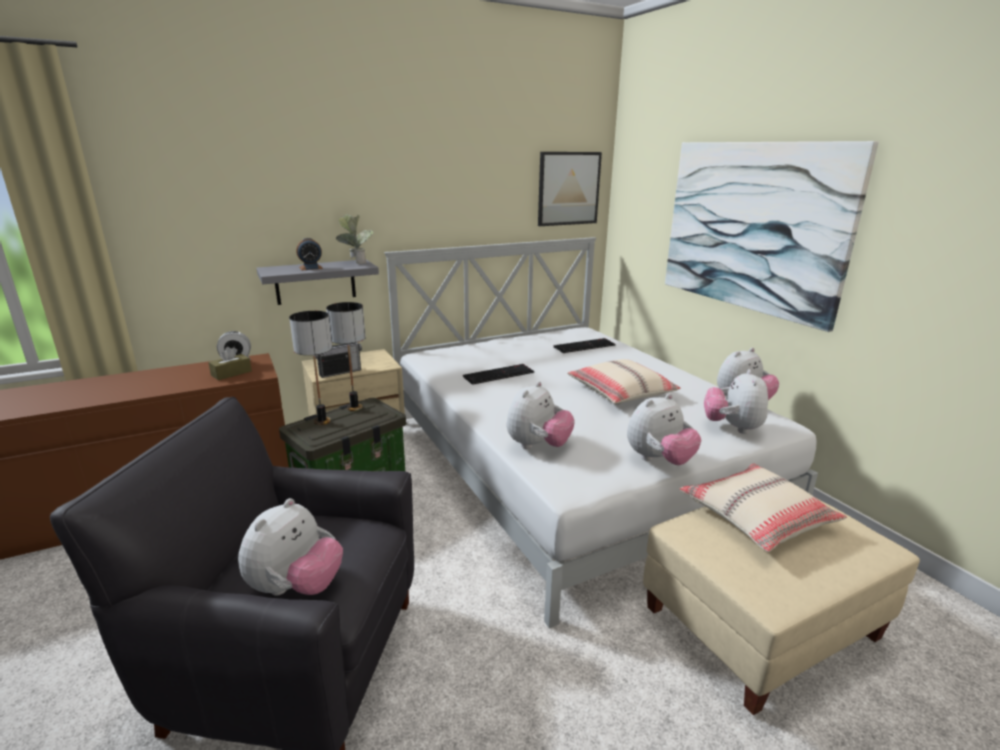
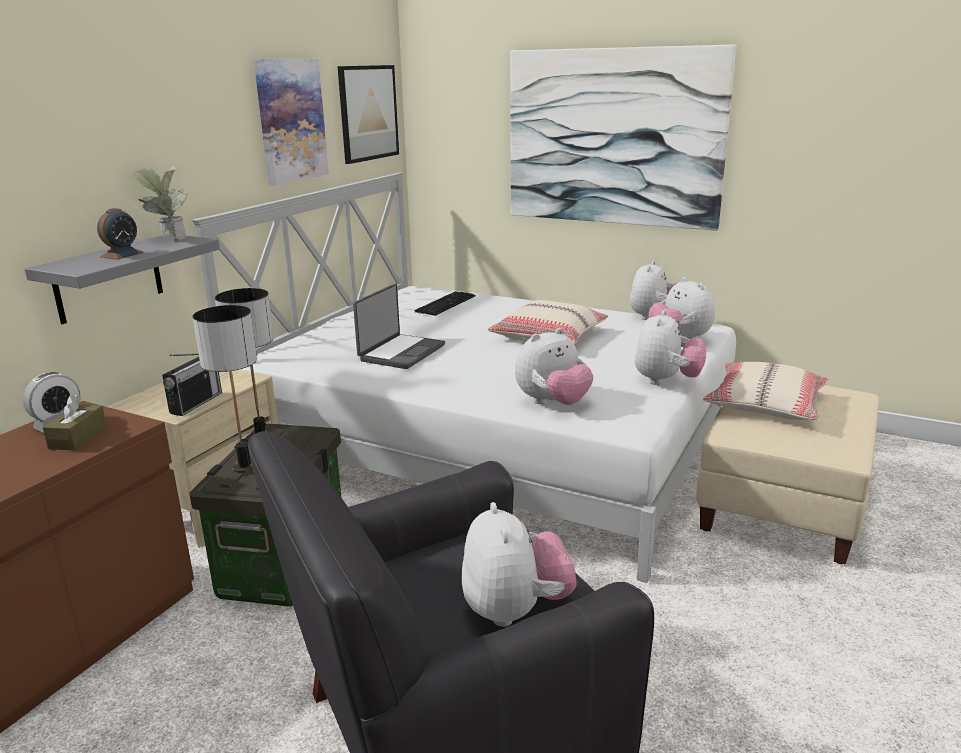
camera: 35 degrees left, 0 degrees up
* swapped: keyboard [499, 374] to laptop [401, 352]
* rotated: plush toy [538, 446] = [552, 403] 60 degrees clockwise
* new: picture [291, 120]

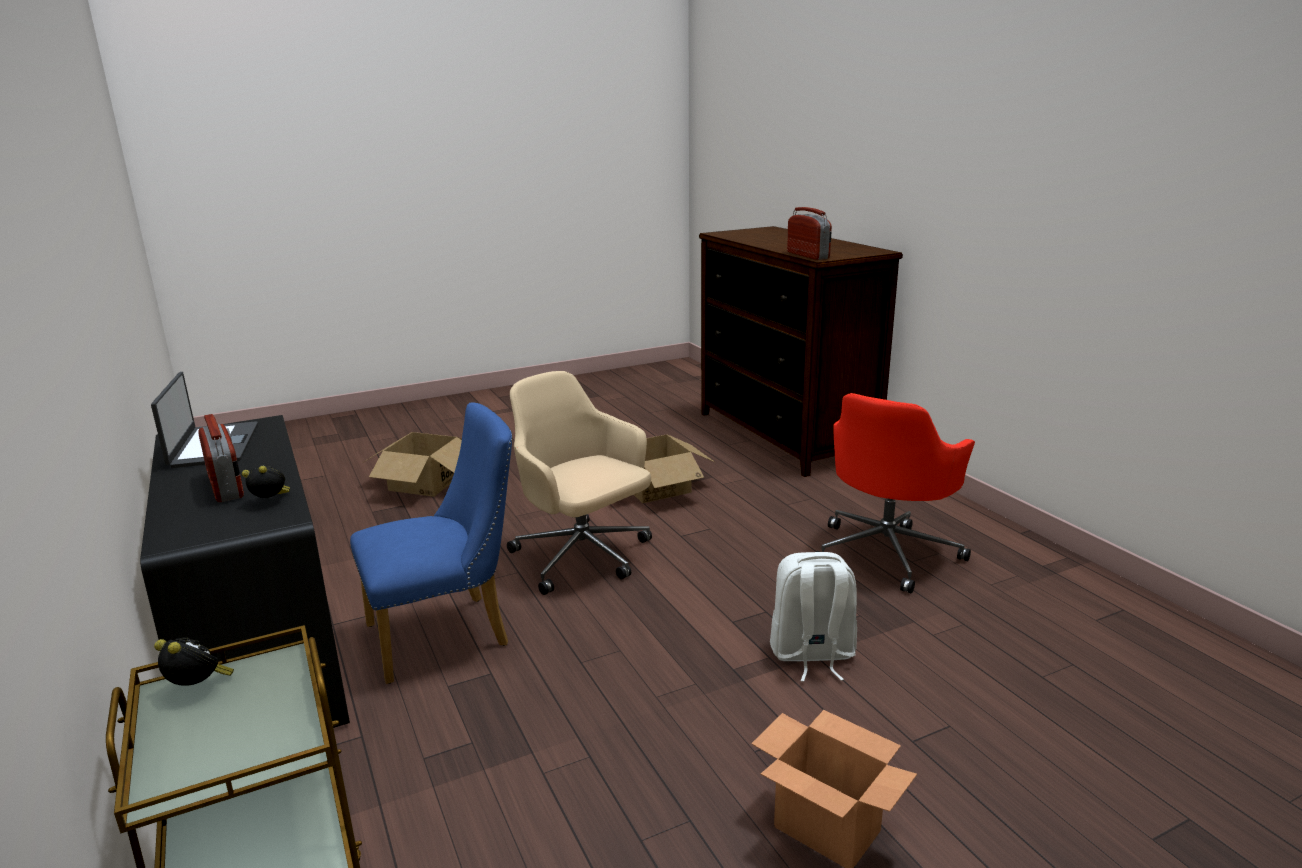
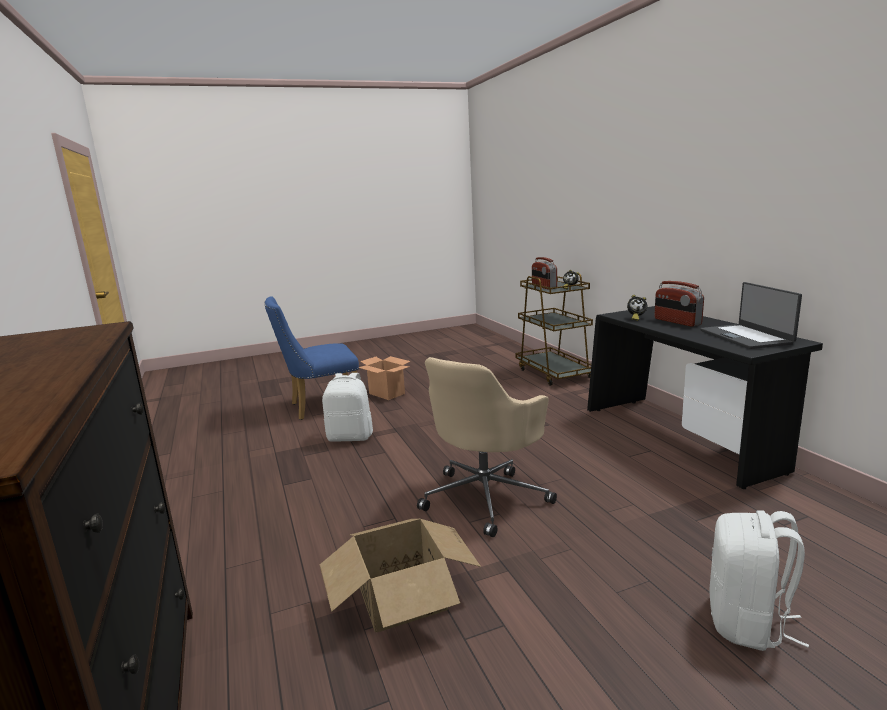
camera: 175 degrees left, 5 degrees down
* shifted: blue chair [448, 634] to [320, 407]
* swapped: cardboard box [425, 482] to white backpack [747, 623]
* rotated: beige office chair [583, 557] = [486, 497] 75 degrees clockwise
* shifted: radio [808, 255] to [543, 287]
* gone: red office chair [887, 552]

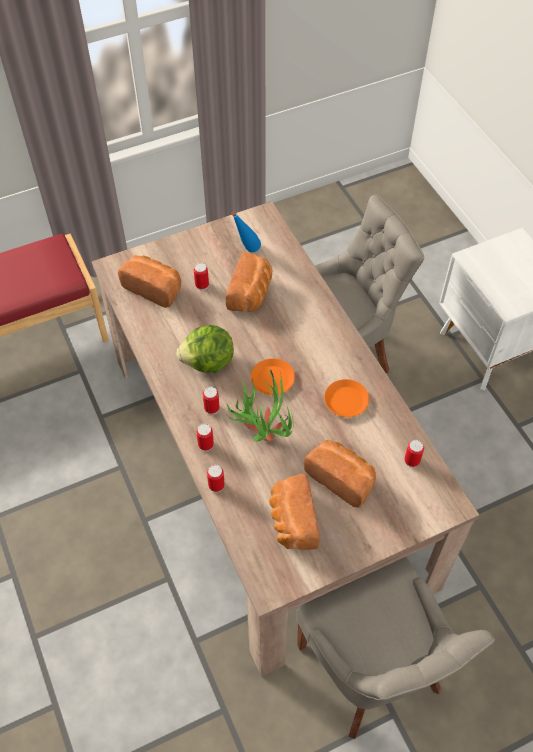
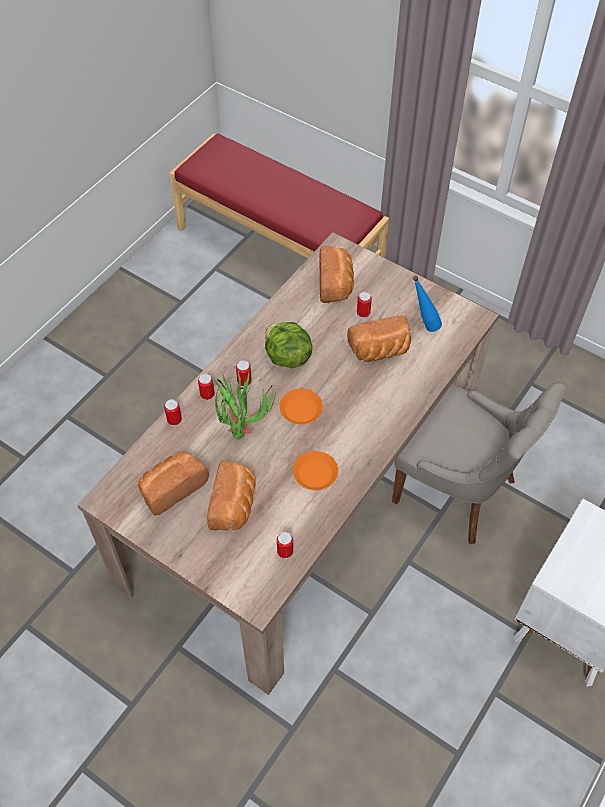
camera: 60 degrees right, 0 degrees up
* gone: grey chair [372, 670]

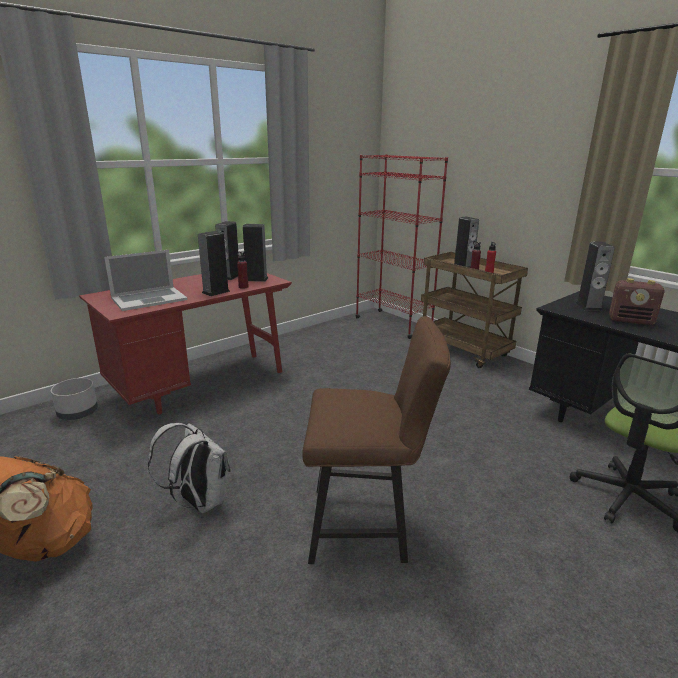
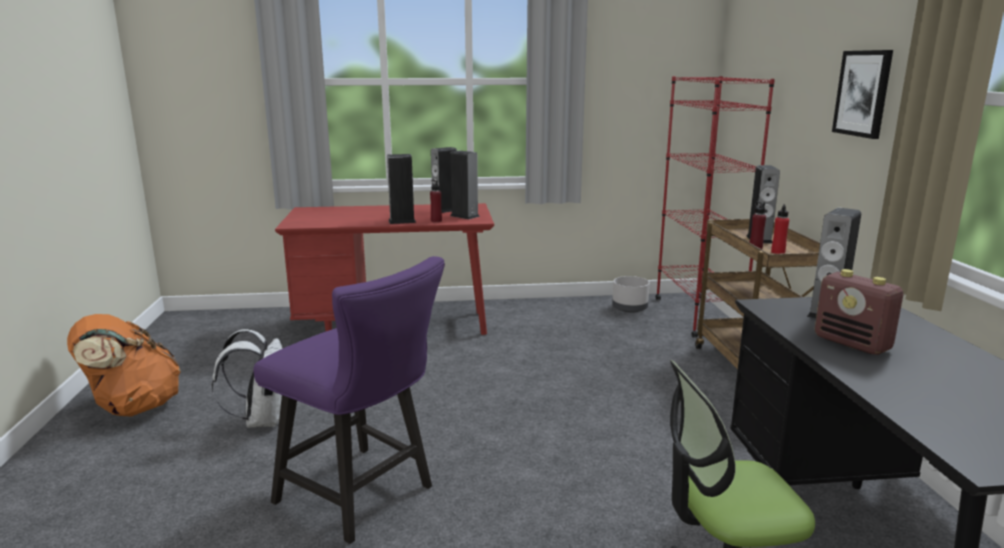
camera: 35 degrees right, 5 degrees down
* shifted: grey planter [78, 413] to [630, 308]
* gone: laptop [149, 299]
* repainted: brown chair [367, 525] to purple chair [363, 497]
* new: picture [863, 93]

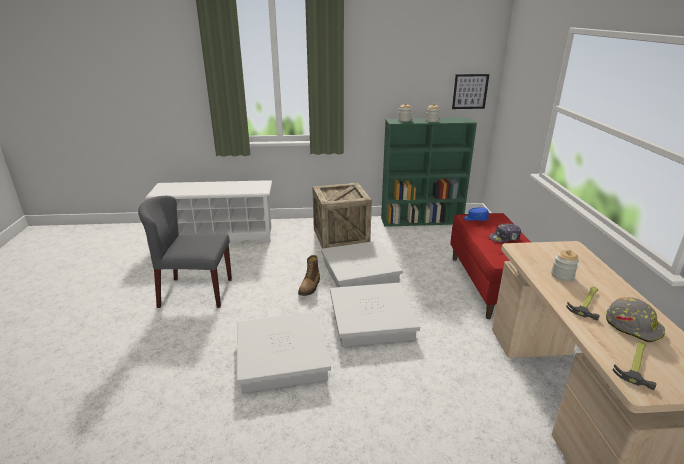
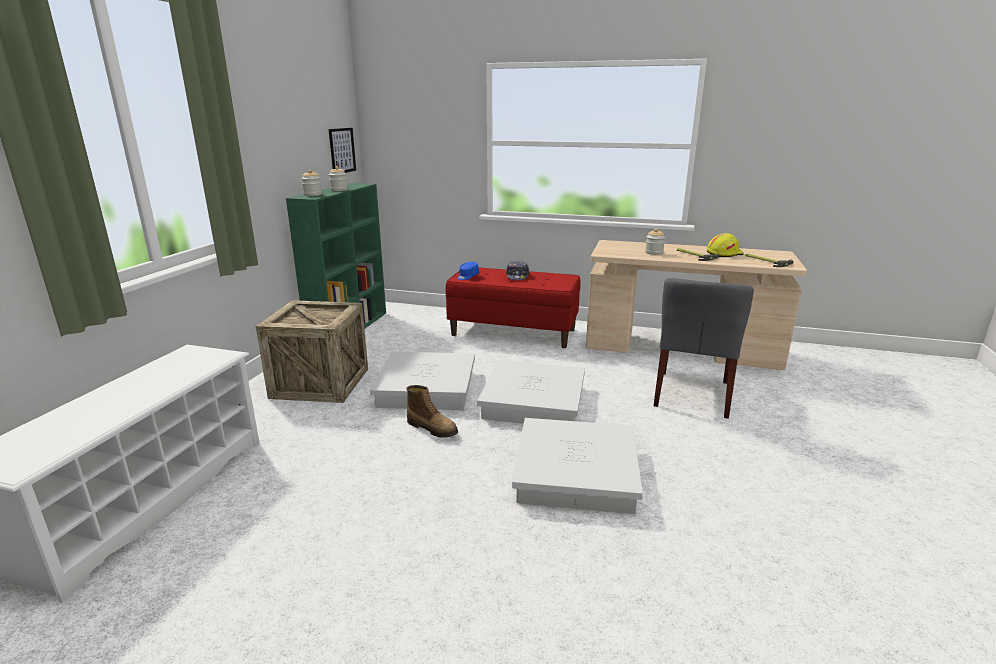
camera: 70 degrees left, 5 degrees down
* shifted: grey chair [195, 292] to [692, 394]
* repainted: grey hard hat [633, 326] to yellow hard hat [723, 253]

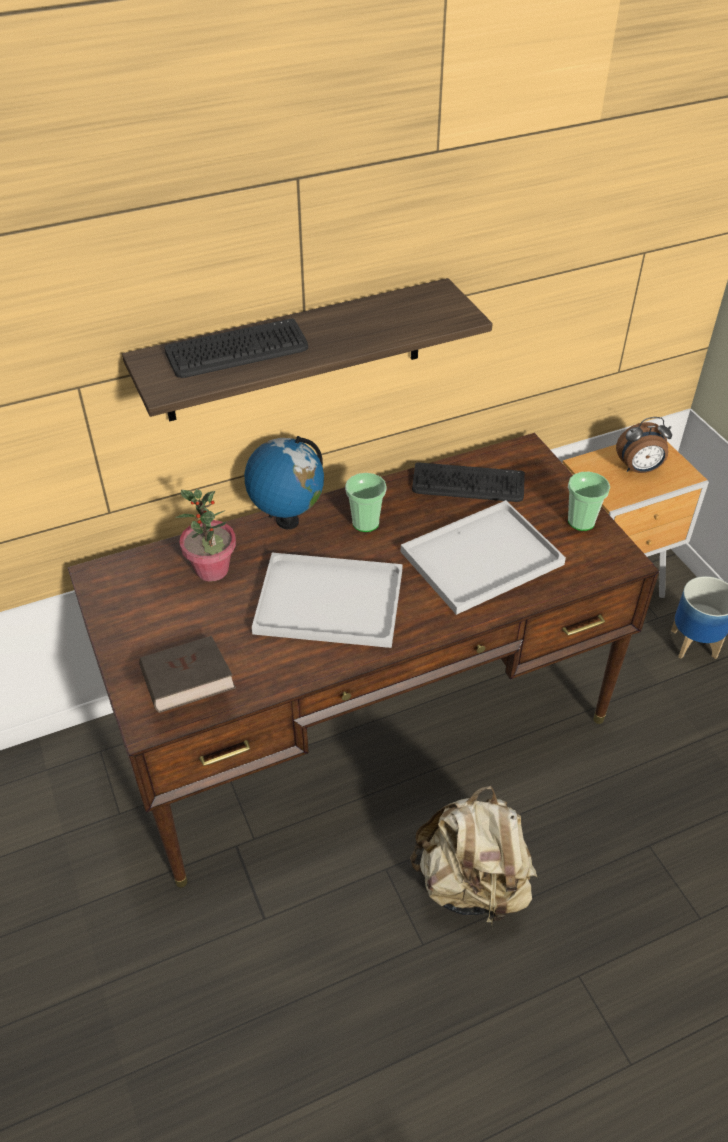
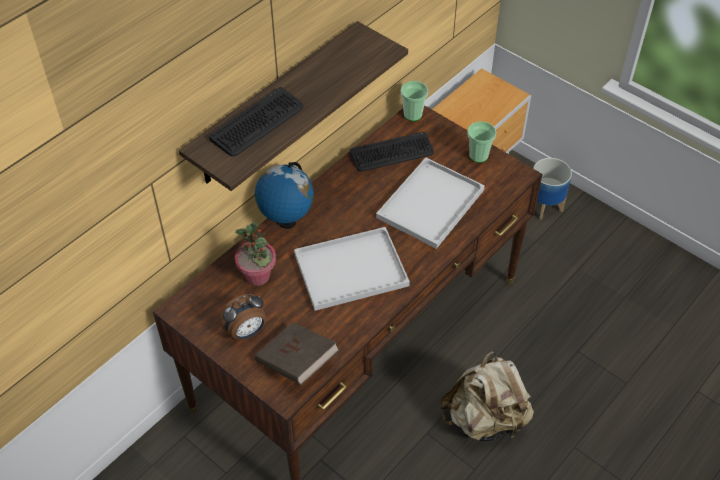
camera: 25 degrees left, 5 degrees up
* shifted: cup [365, 523] to [413, 115]
* shifted: alarm clock [639, 469] to [246, 332]

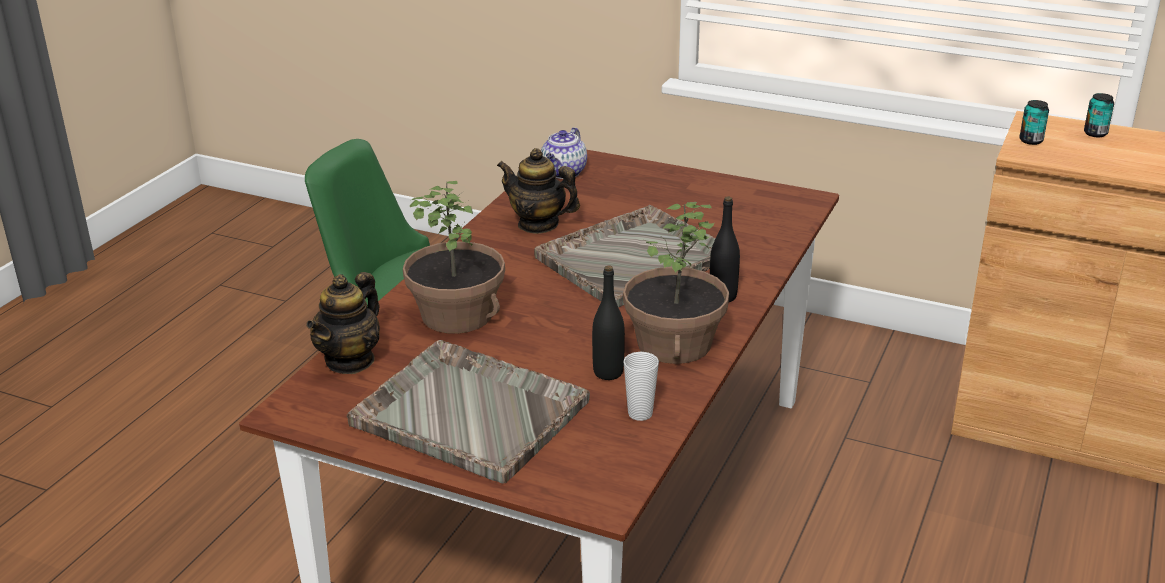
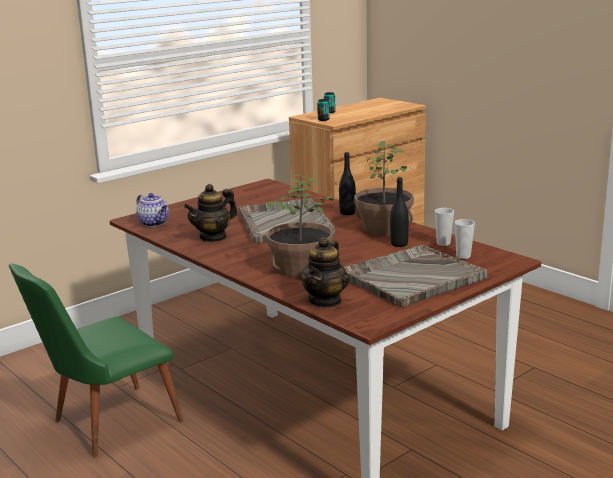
camera: 65 degrees left, 10 degrees down
* rotated: teapot [350, 360] = [325, 300] 60 degrees clockwise
* new: cup [463, 256]

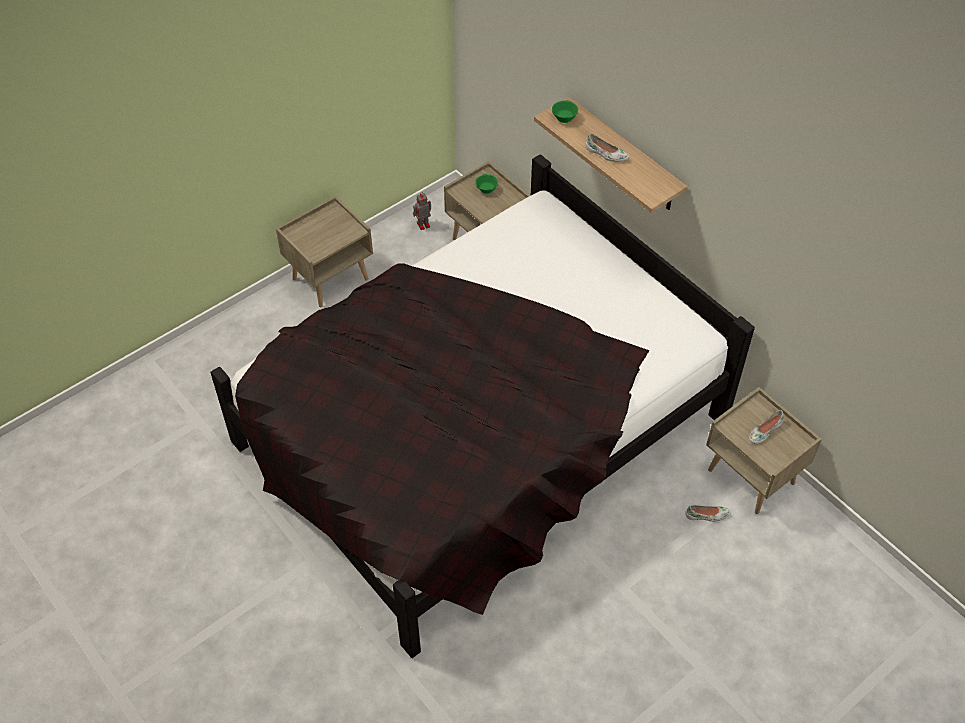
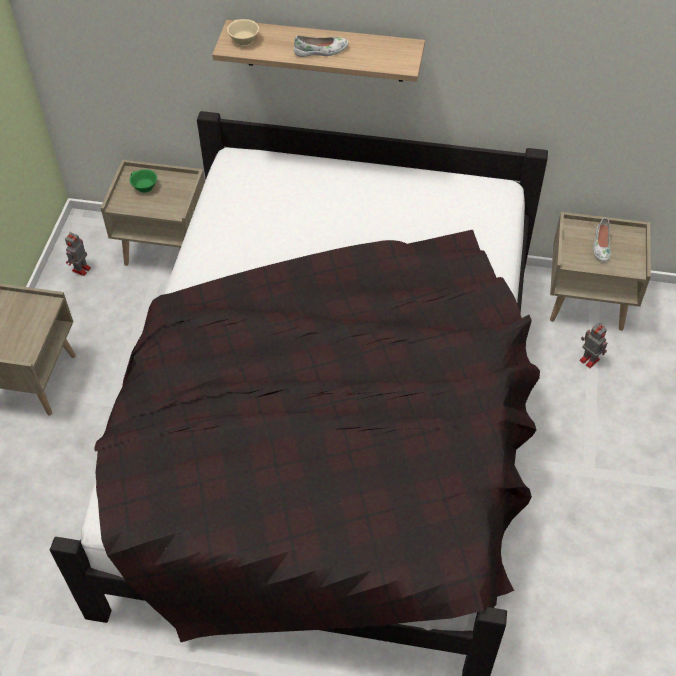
camera: 40 degrees left, 0 degrees up
* repainted: green cup [563, 117] to beige cup [242, 40]
* swapped: white shoe [707, 515] to toy robot [588, 359]

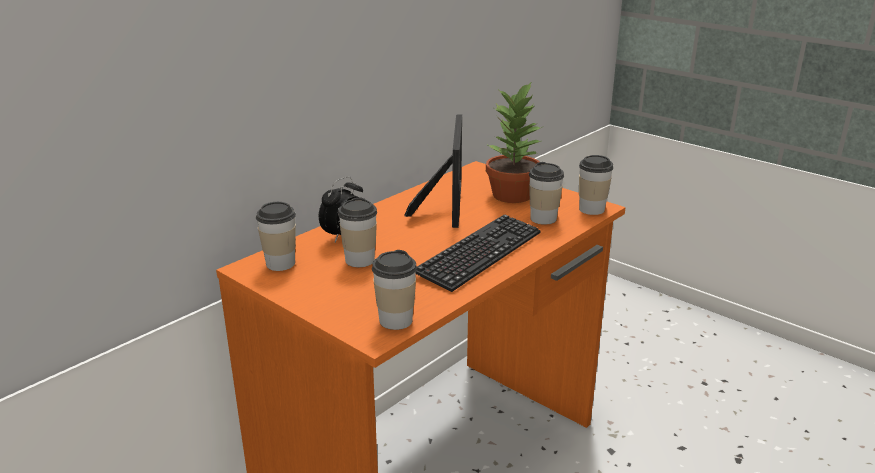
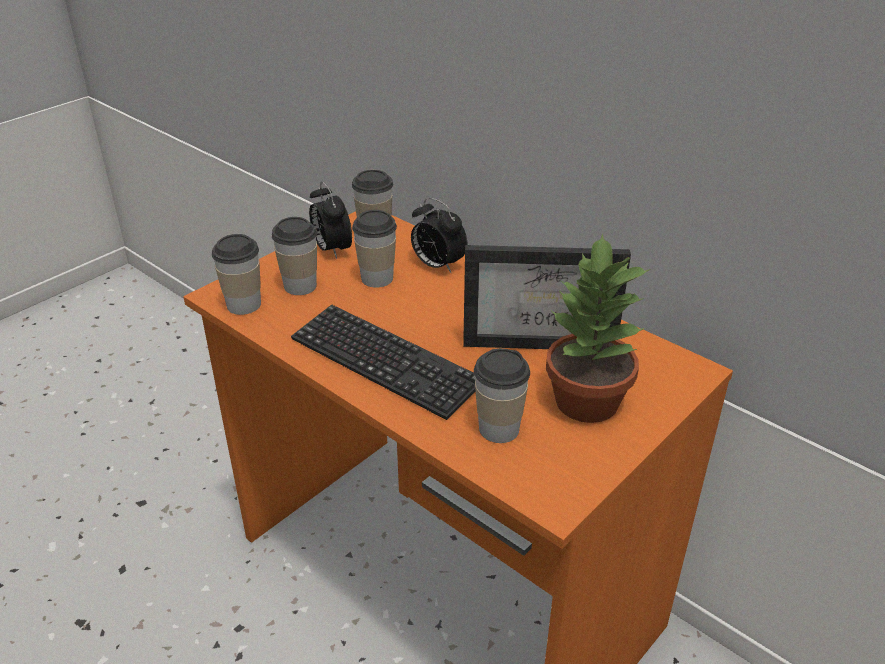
camera: 90 degrees right, 10 degrees up
* shifted: cup [591, 209] to [300, 286]
* new: alarm clock [331, 249]

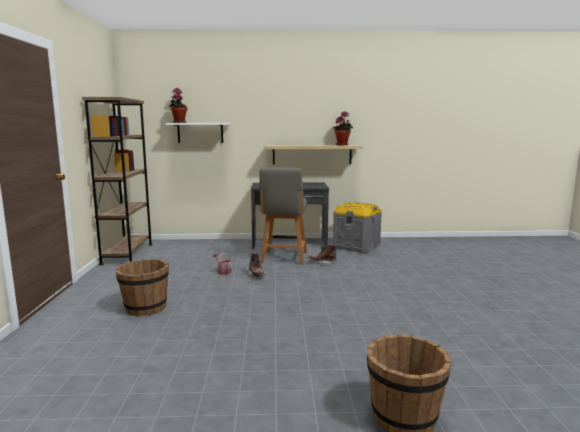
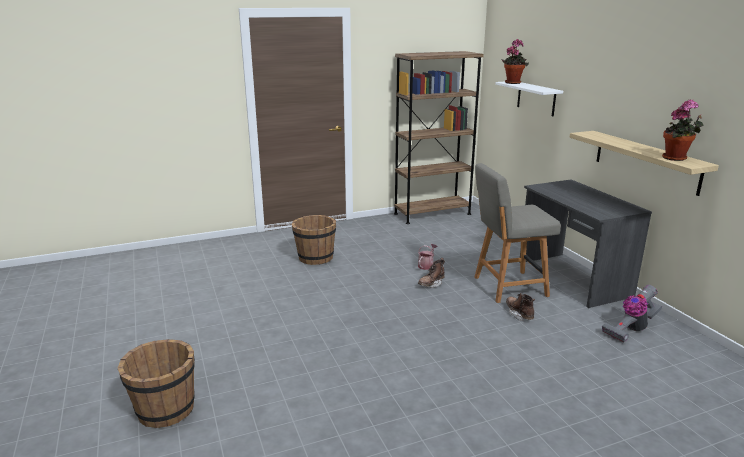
camera: 70 degrees right, 10 degrees up
* swapped: grey storage box [356, 246] to vacuum cleaner [631, 329]

